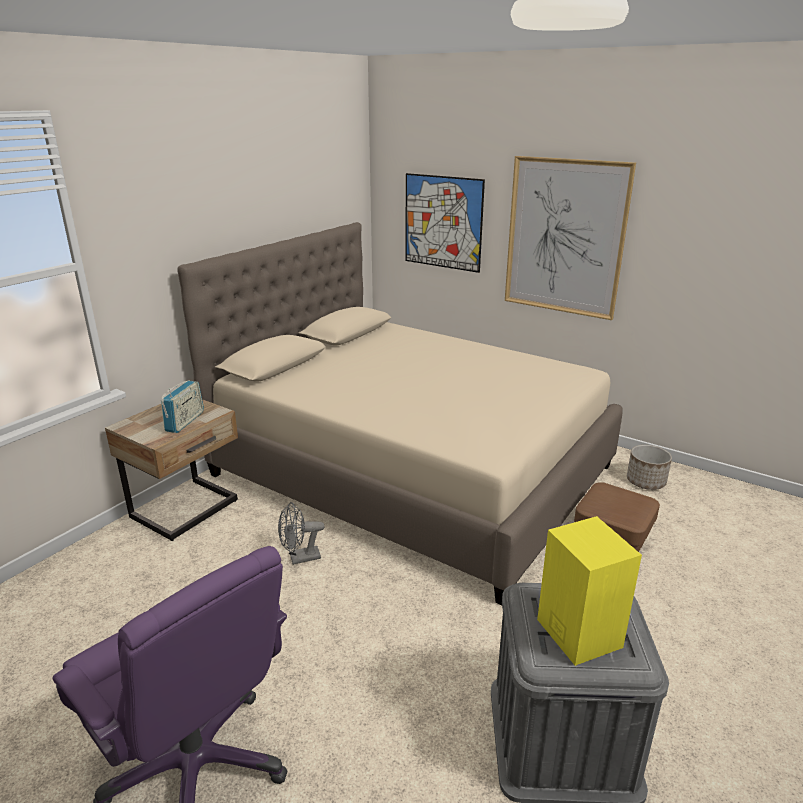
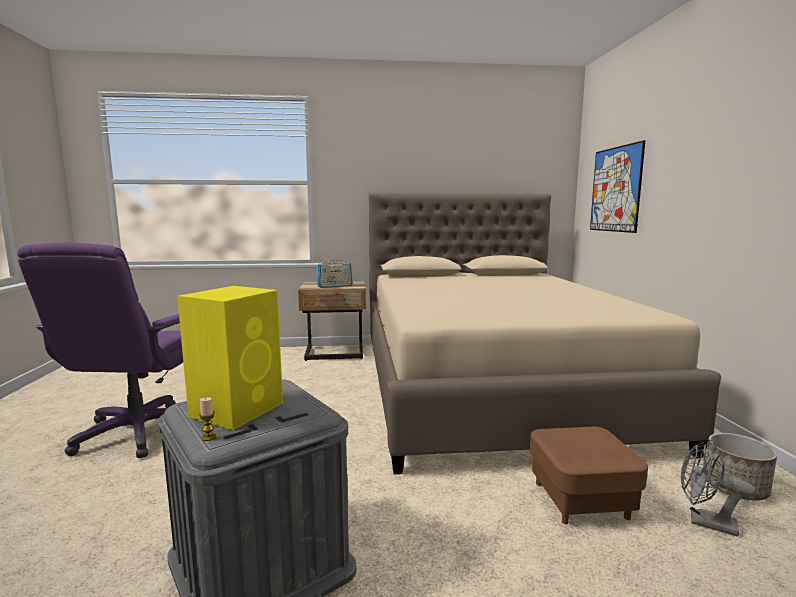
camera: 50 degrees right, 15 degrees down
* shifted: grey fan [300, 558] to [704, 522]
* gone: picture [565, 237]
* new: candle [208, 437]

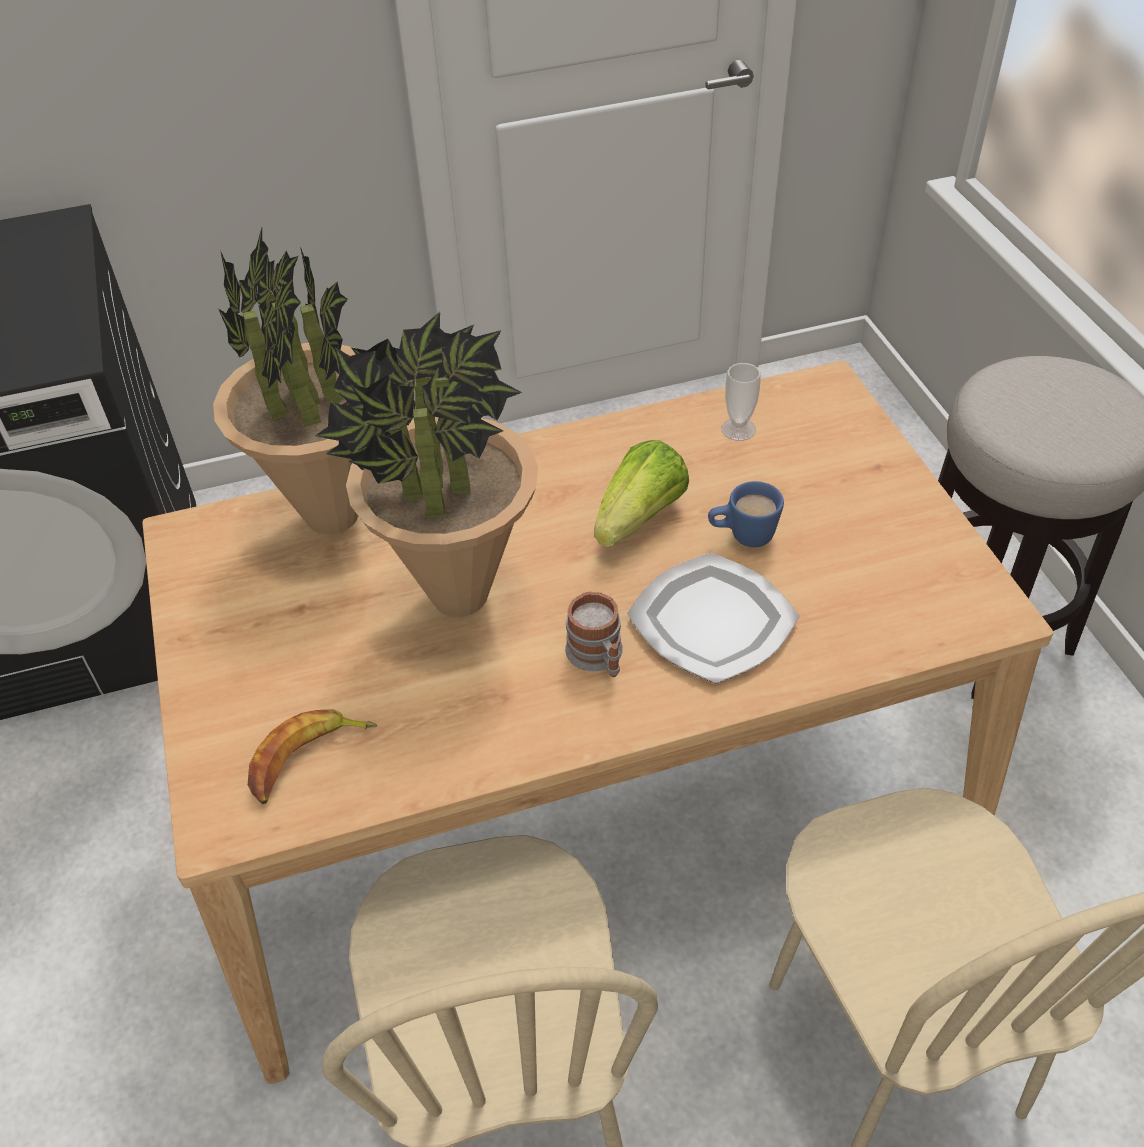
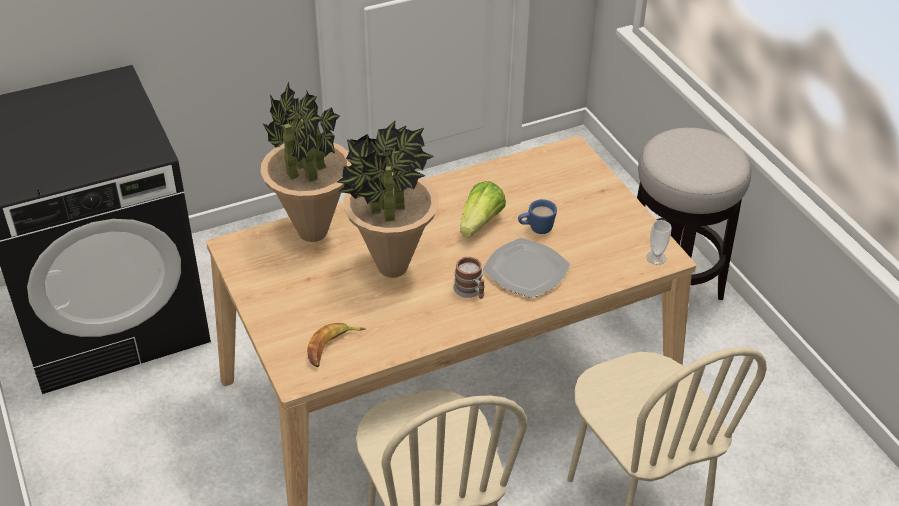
camera: 10 degrees left, 5 degrees down
* shifted: cup [738, 429] to [656, 258]

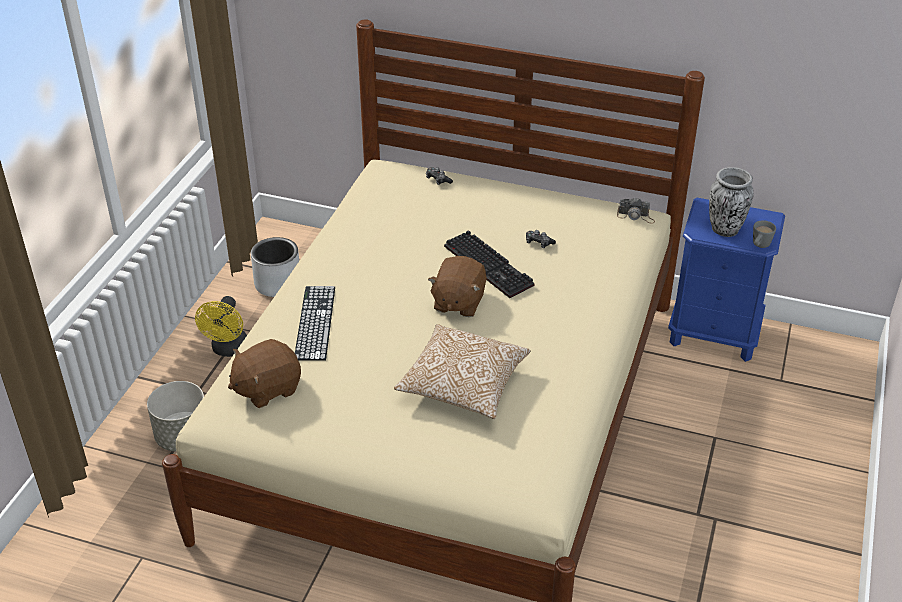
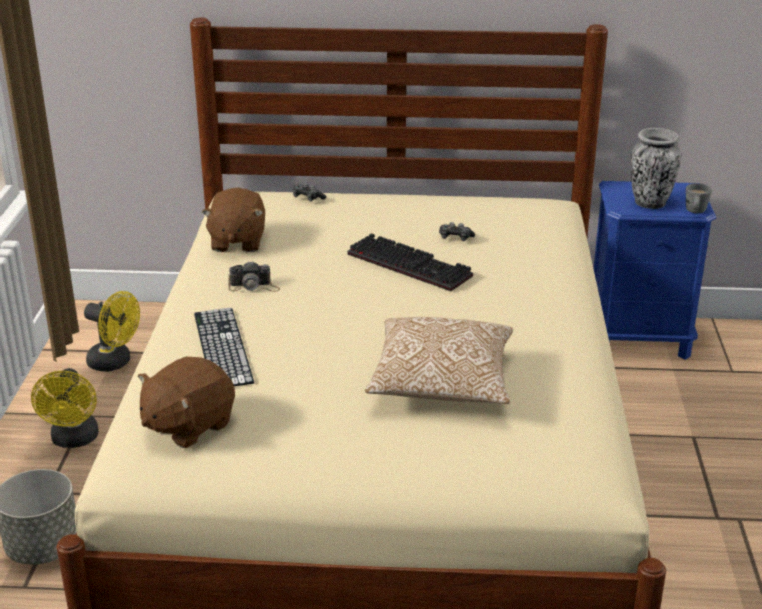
camera: 15 degrees left, 10 degrees down
* swapped: grey planter [278, 284] to yellow fan [115, 362]
* shifted: brown plush toy [458, 302] to [237, 242]
* shifted: photo camera [636, 216] to [254, 286]

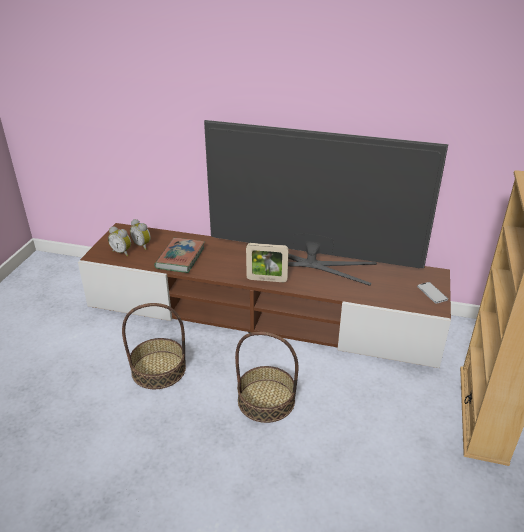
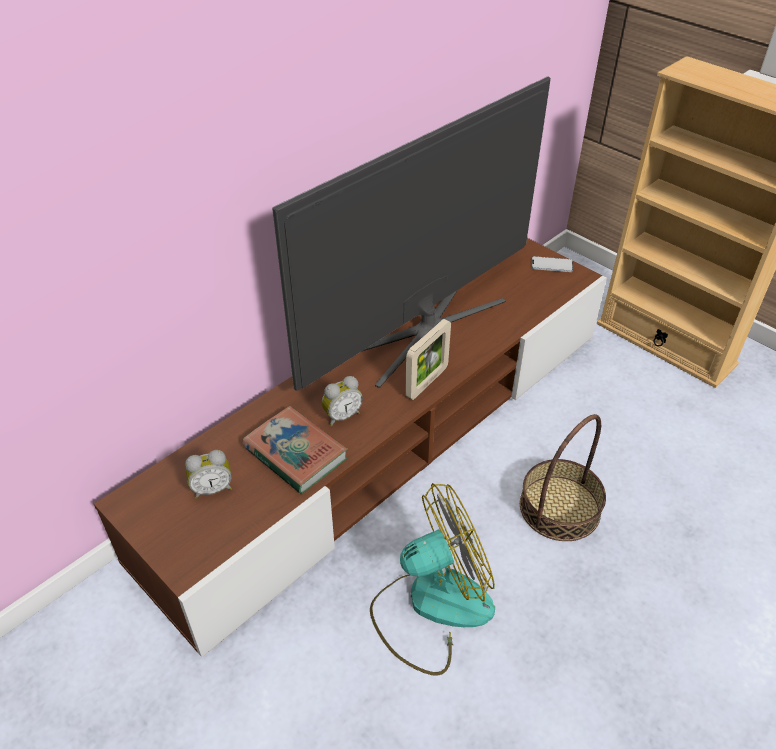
camera: 60 degrees left, 10 degrees up
* shifted: alarm clock [122, 252] to [341, 416]
* swapped: basket [158, 369] to fan [431, 606]

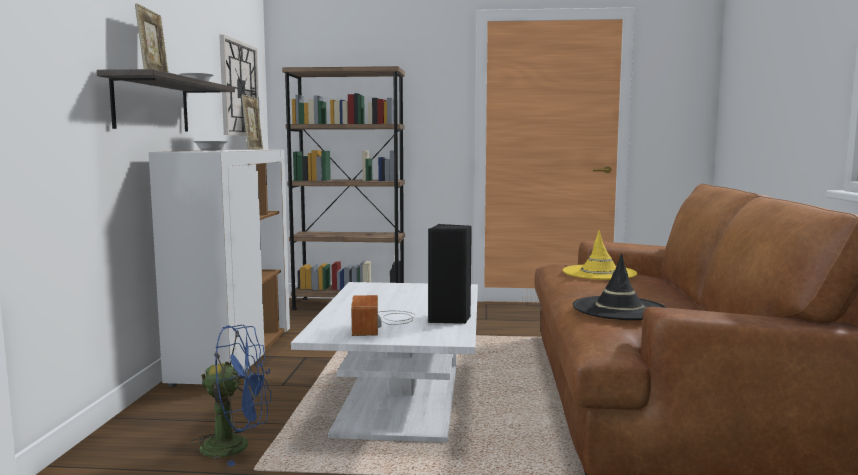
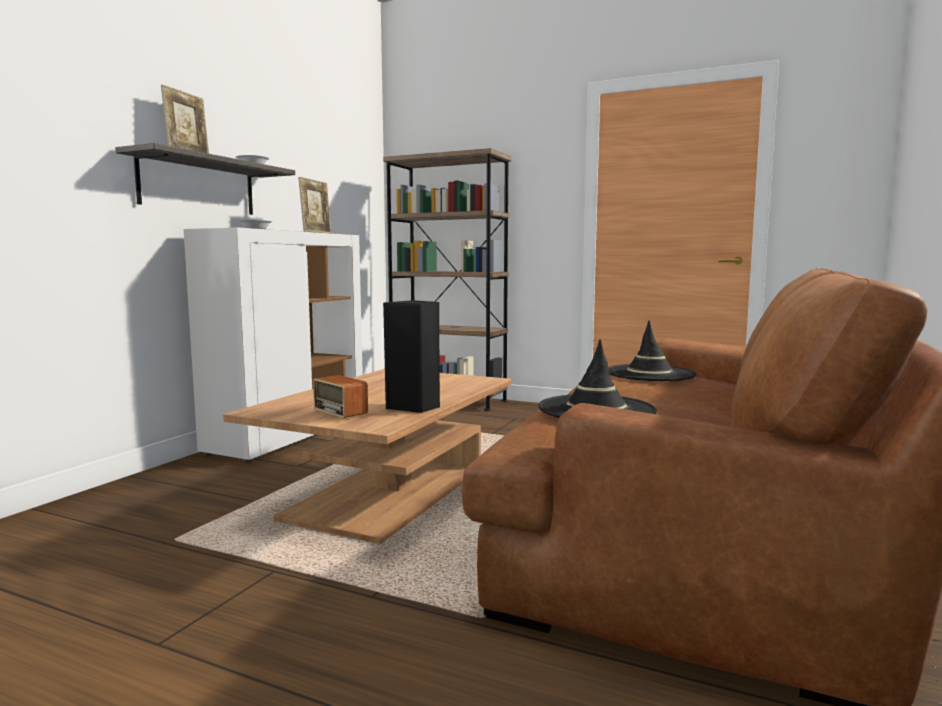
camera: 20 degrees right, 0 degrees up
* gone: blue fan [236, 446]
* gone: wall clock [239, 89]
* repainted: white coffee table [400, 400] to brown coffee table [388, 494]
* rotated: radio [383, 322] = [342, 405] 60 degrees counterclockwise
* repainted: yellow hat [599, 273] to black hat [649, 374]

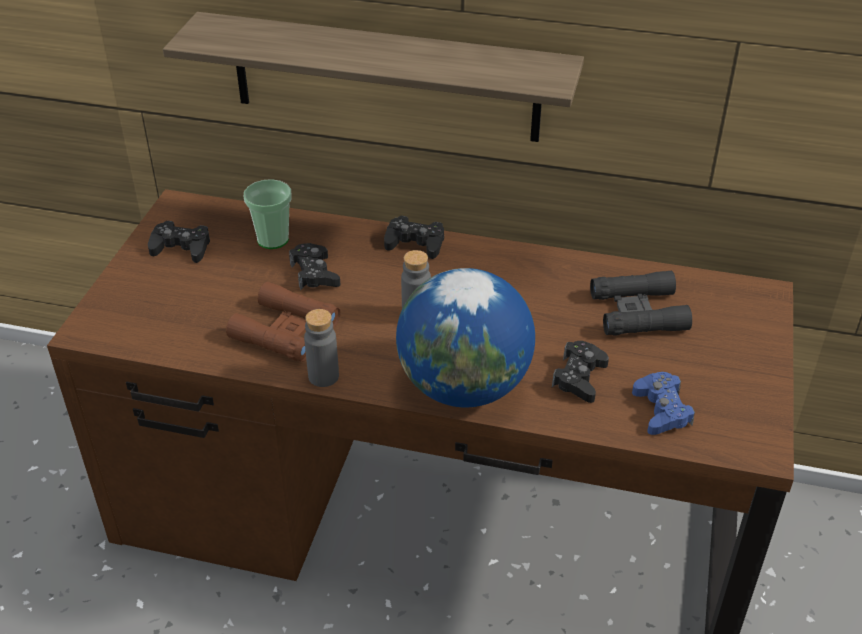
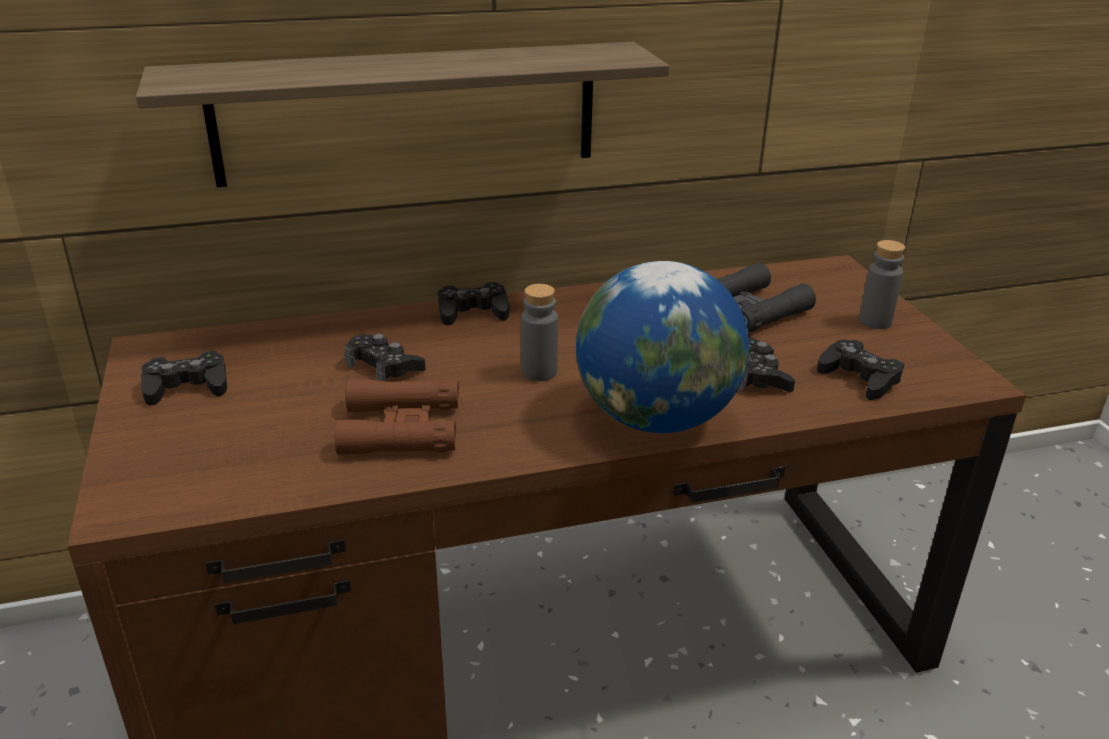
camera: 30 degrees left, 10 degrees down
* gone: cup [273, 239]
* shifted: grey bottle [323, 376] to [875, 321]
* repainted: blue game controller [661, 410] to black game controller [859, 378]

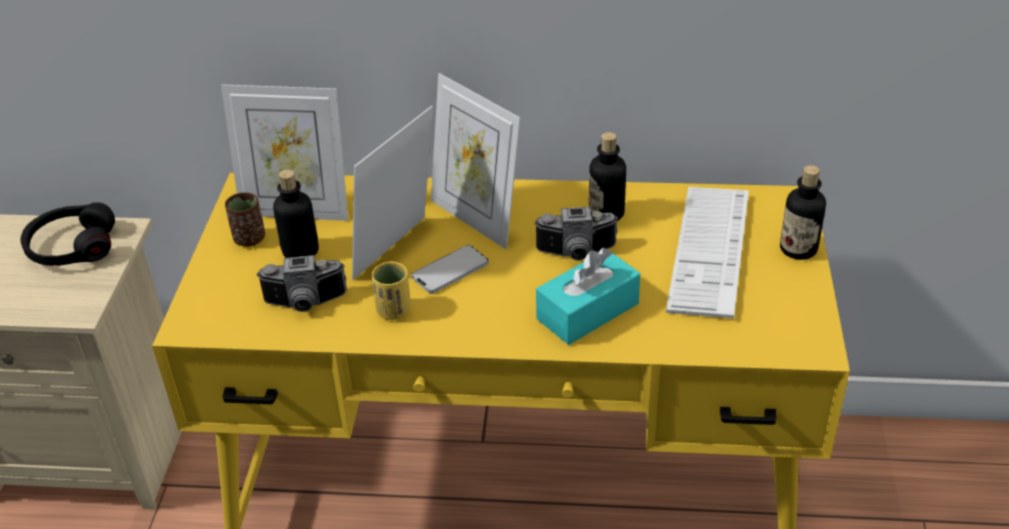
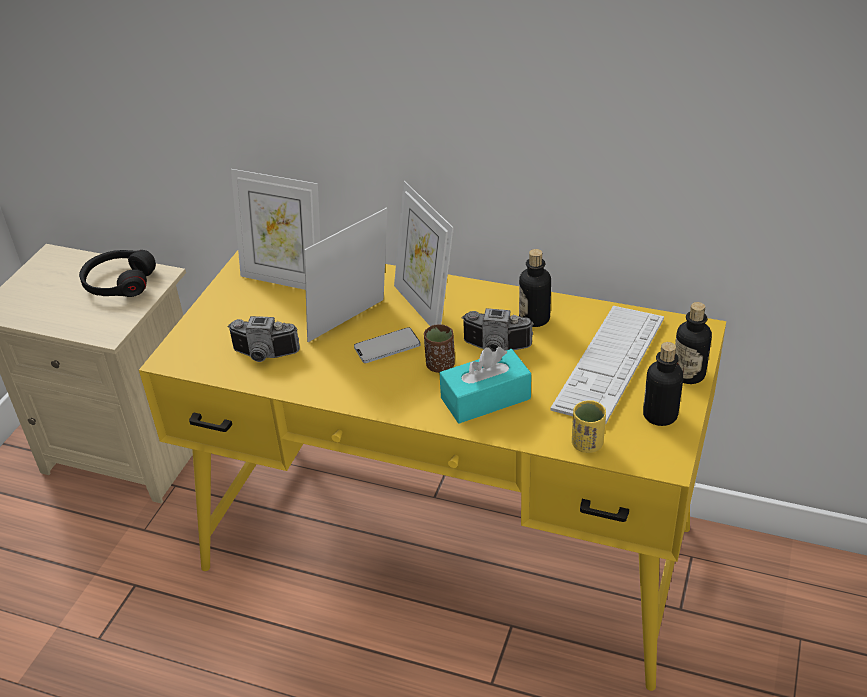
camera: 15 degrees right, 0 degrees up
* shifted: brown cup [249, 239] to [440, 365]
* shifted: bottle [300, 251] to [660, 415]
* shifted: yellow cup [394, 311] to [587, 444]

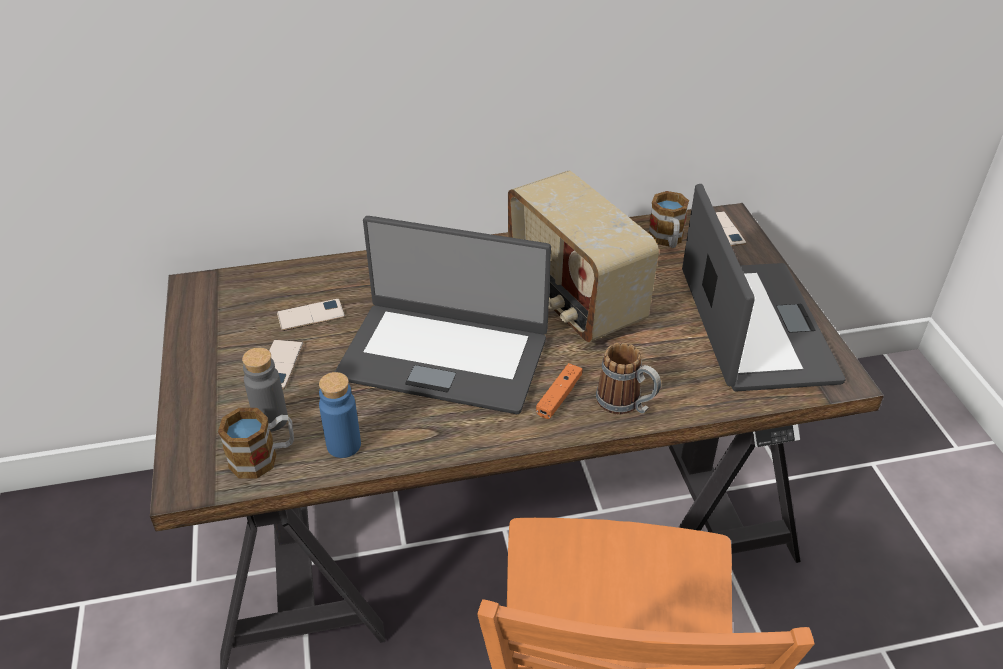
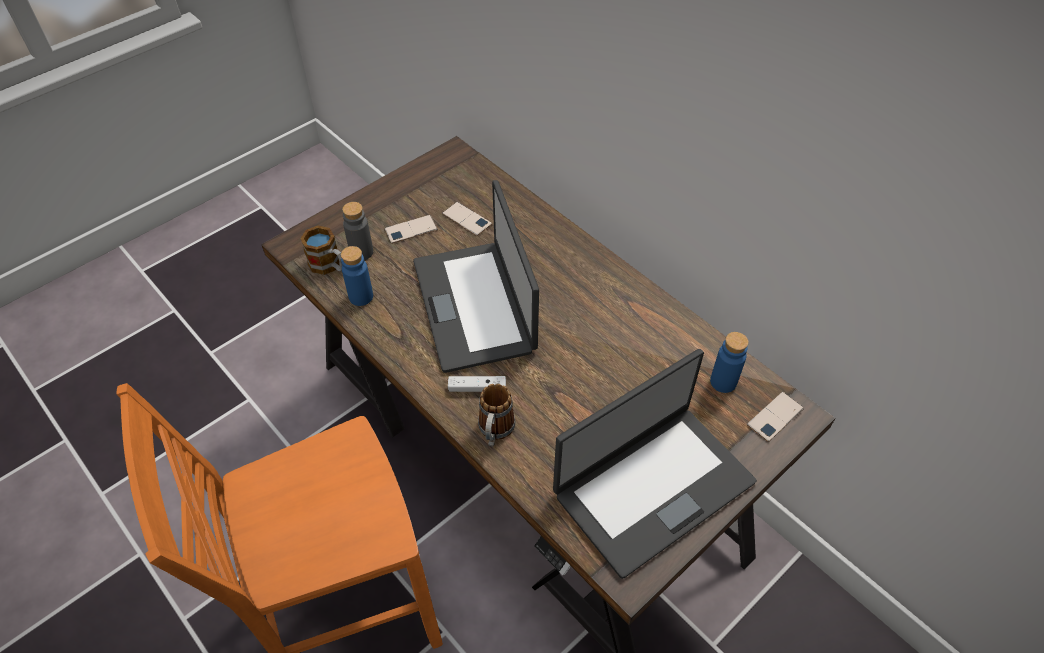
camera: 60 degrees right, 10 degrees up
* gone: radio [573, 299]
* repainted: orange game controller [559, 396] to white game controller [477, 388]
* swapped: mug [667, 240] to blue bottle [723, 382]

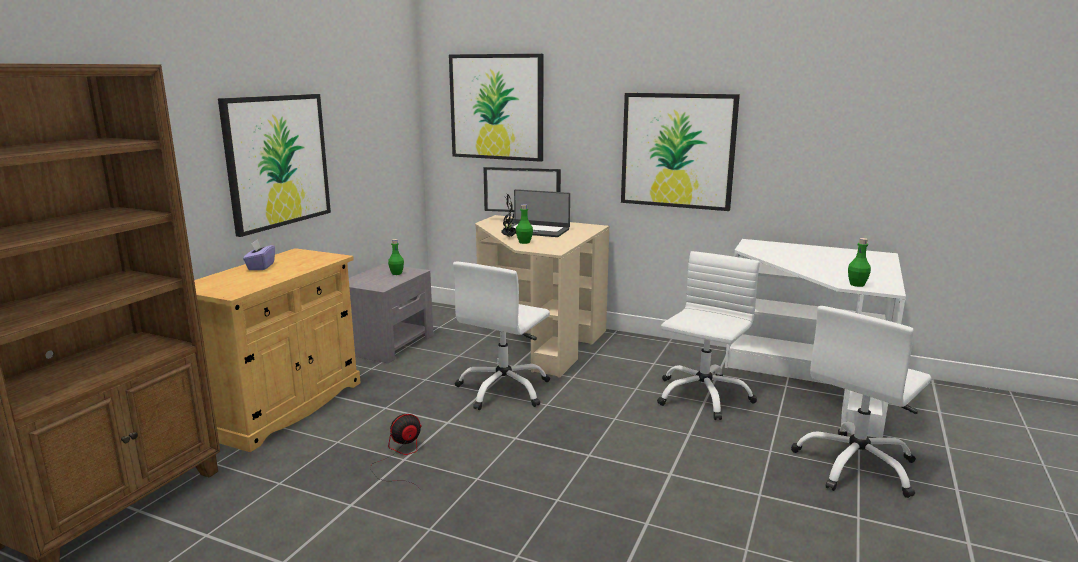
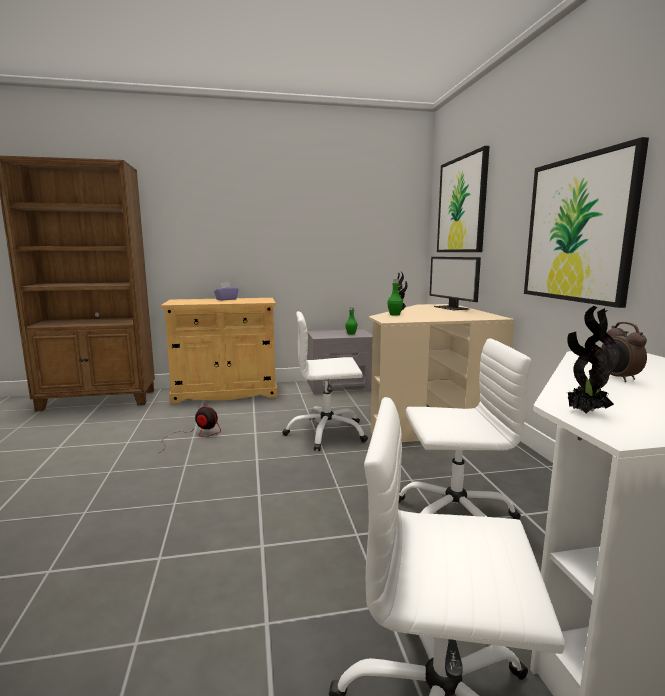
camera: 55 degrees right, 5 degrees down
* gone: picture [277, 161]
* gone: laptop [536, 230]
* swapped: green bottle [857, 284] to potted plant [585, 412]
* new: alarm clock [618, 378]

